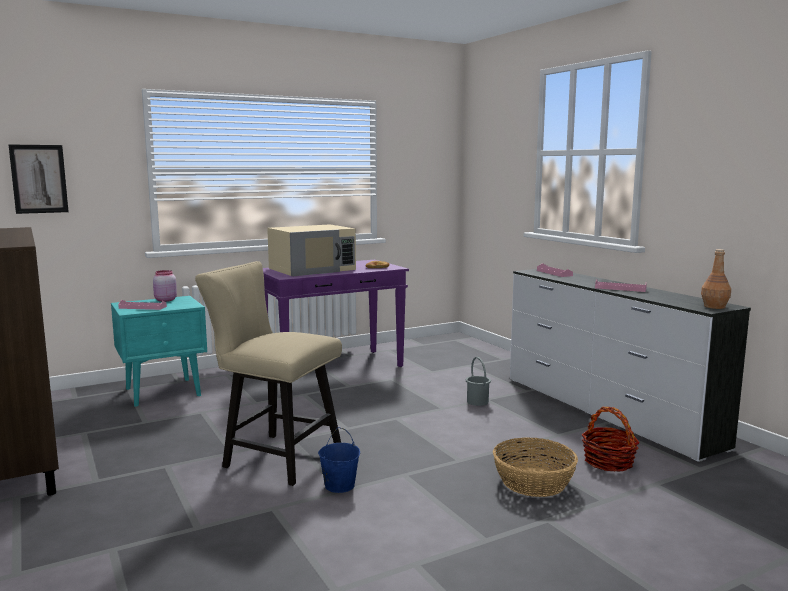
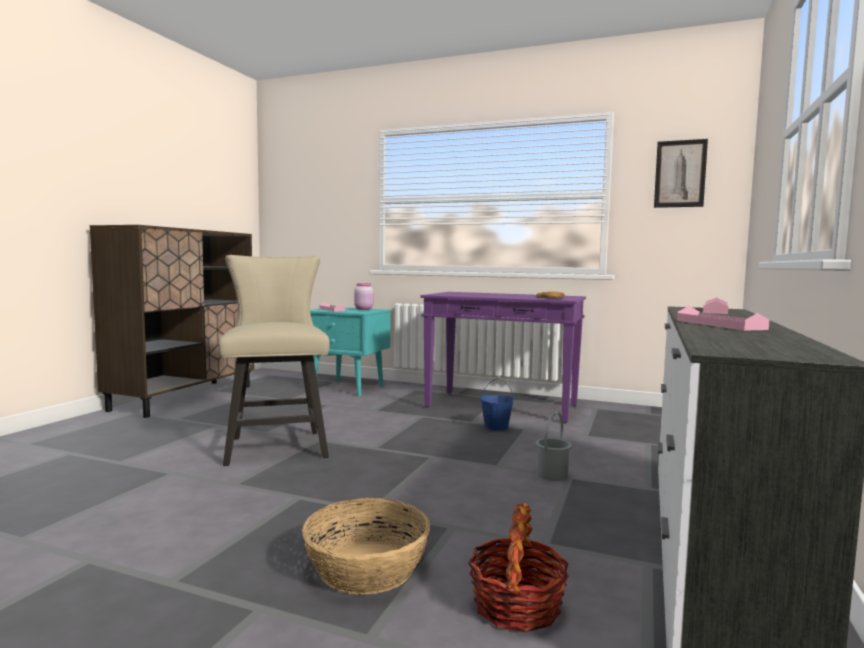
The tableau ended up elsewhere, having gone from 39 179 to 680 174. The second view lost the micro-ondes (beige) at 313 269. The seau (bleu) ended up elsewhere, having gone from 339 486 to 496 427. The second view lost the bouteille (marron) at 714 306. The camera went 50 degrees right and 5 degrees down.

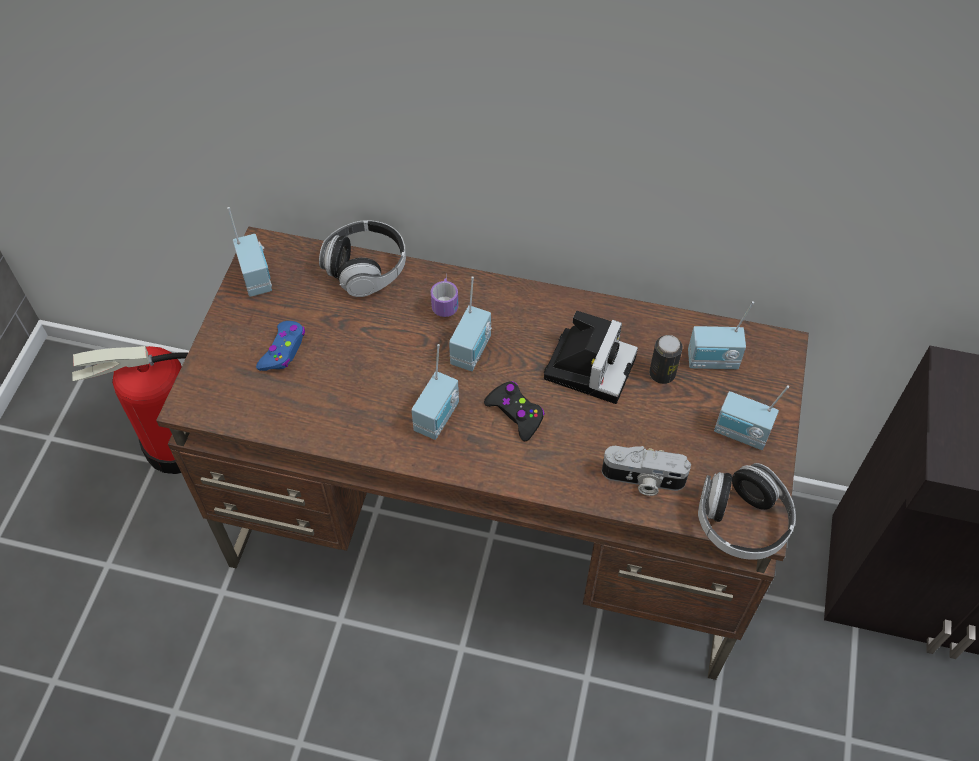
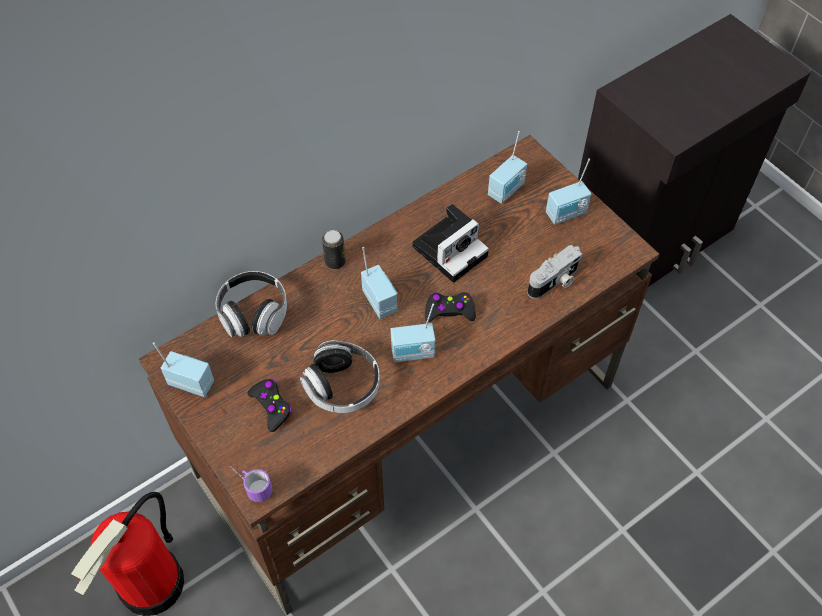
What was the manette (bleu) at 283 350 turned into the manette (noir) at 271 406. The radio at 438 418 ended up facing another way, 105 degrees clockwise from before. The mug ended up elsewhere, having gone from 446 299 to 250 484. The appareil photo at 590 365 ended up facing another way, 75 degrees clockwise from before. The boîte métallique ended up elsewhere, having gone from 662 374 to 335 261. The casque audio ended up elsewhere, having gone from 741 522 to 342 386. The camera went 50 degrees left and 0 degrees up.

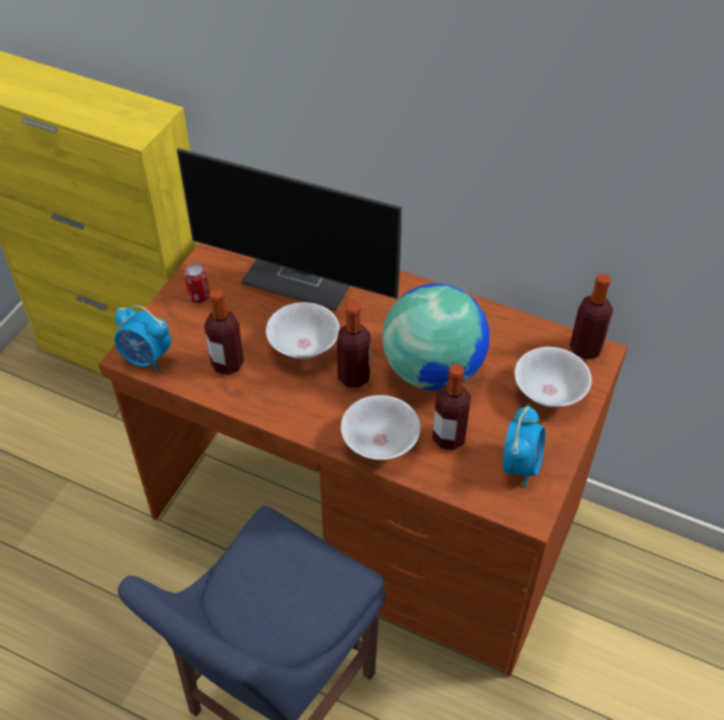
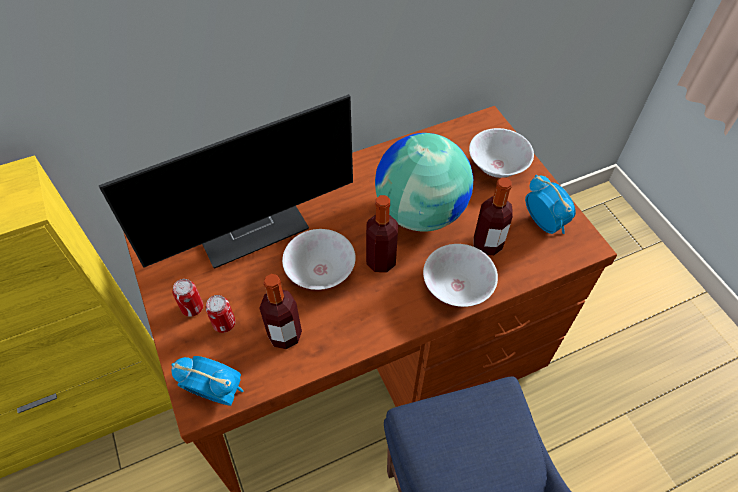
The réveil at 146 358 ended up facing another way, 135 degrees counterclockwise from before. The second view lost the bouteille at 585 348. The second view gained the boîte métallique at 224 323. The camera went 50 degrees left and 5 degrees up.

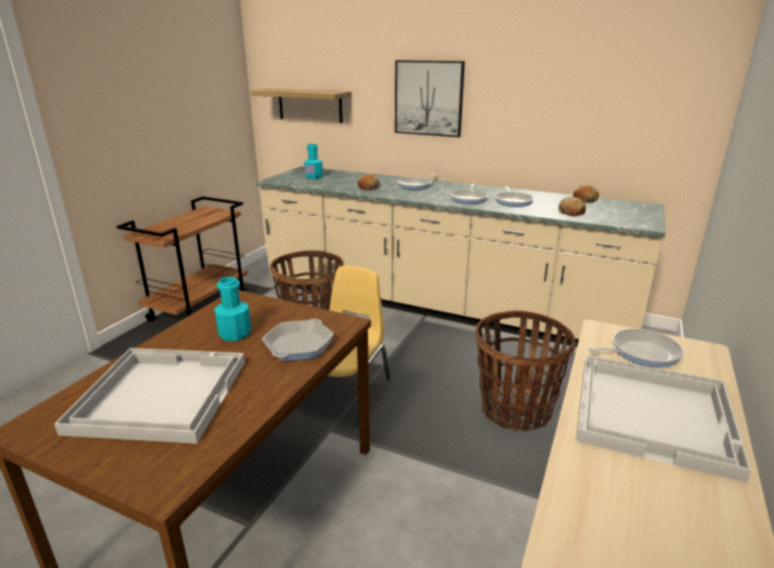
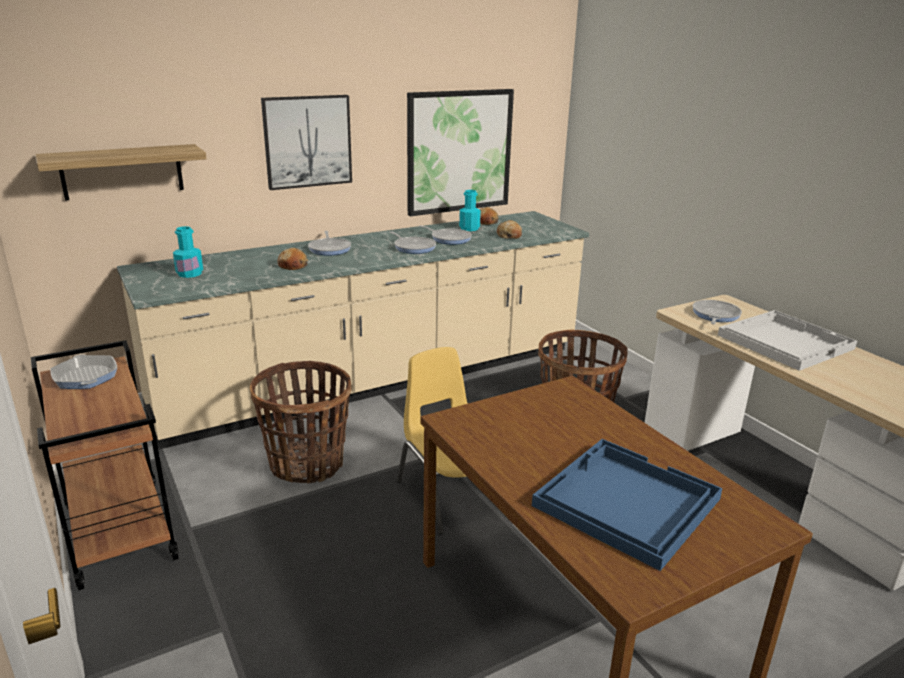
What was the plateau (blanc) at 160 394 turned into the plateau (bleu) at 624 502. The bouteille (turquoise) ended up elsewhere, having gone from 235 334 to 469 228. The poêle ended up elsewhere, having gone from 298 345 to 85 377. The second view gained the tableau at 459 151. The camera went 55 degrees left and 0 degrees up.

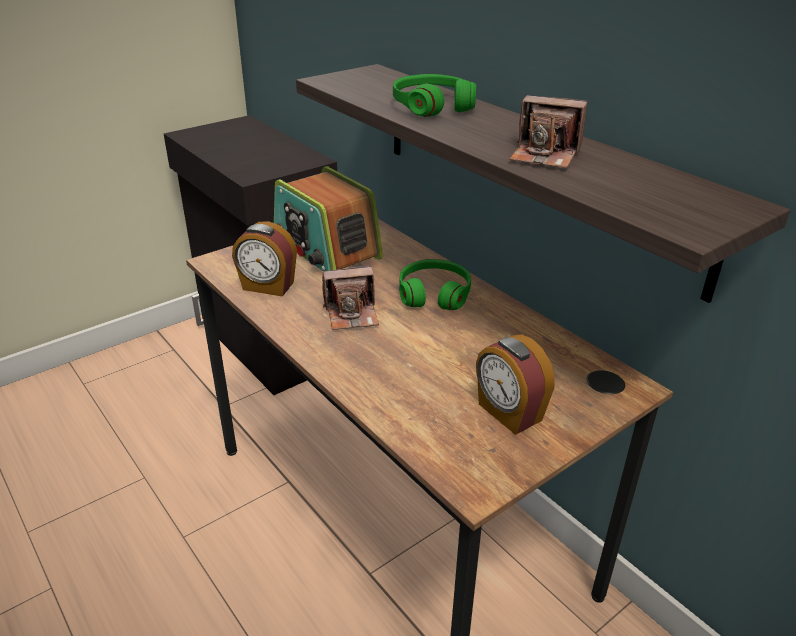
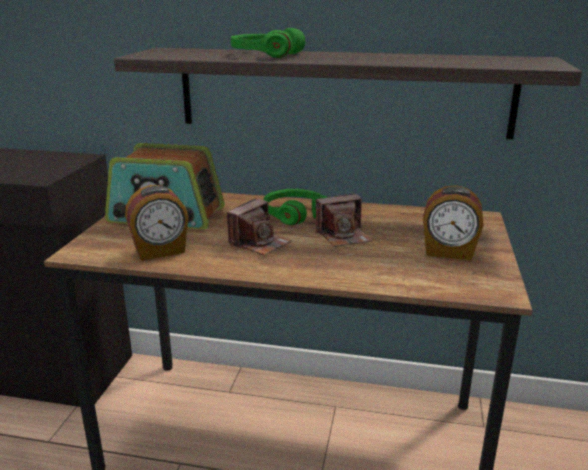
The appareil photo ended up elsewhere, having gone from 545 155 to 343 236. The camera went 40 degrees left and 10 degrees down.

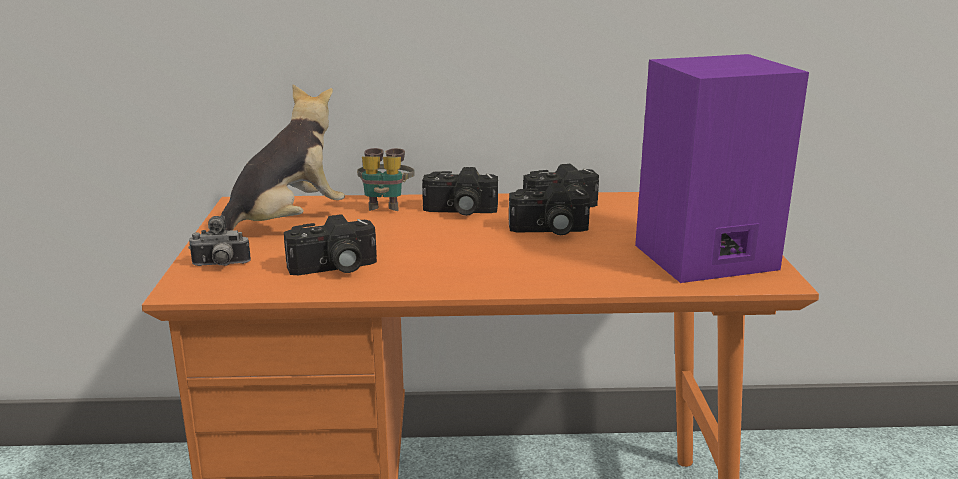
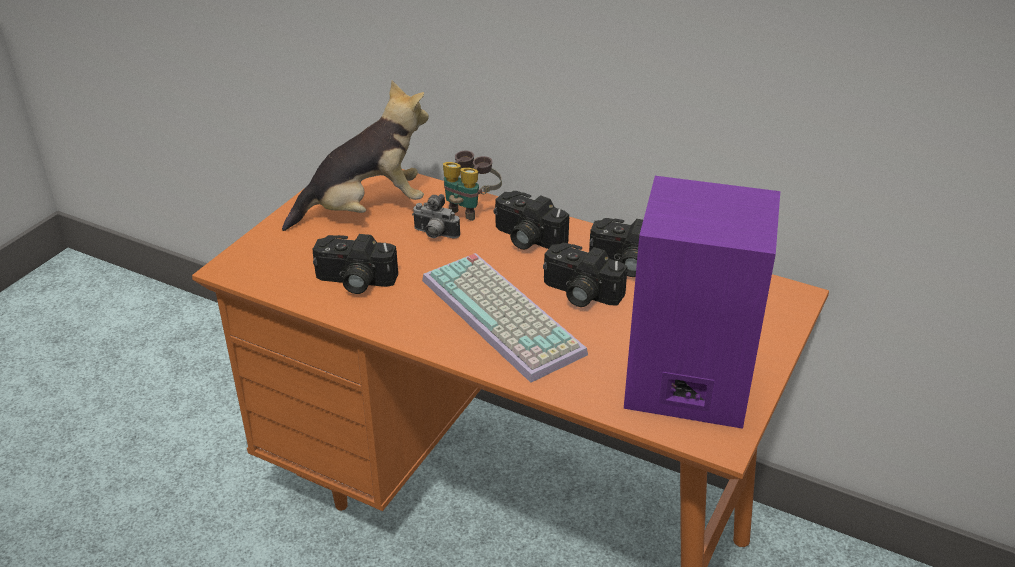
The appareil photo ended up elsewhere, having gone from 220 265 to 434 235. The second view gained the clavier at 505 316. The camera went 30 degrees right and 15 degrees up.

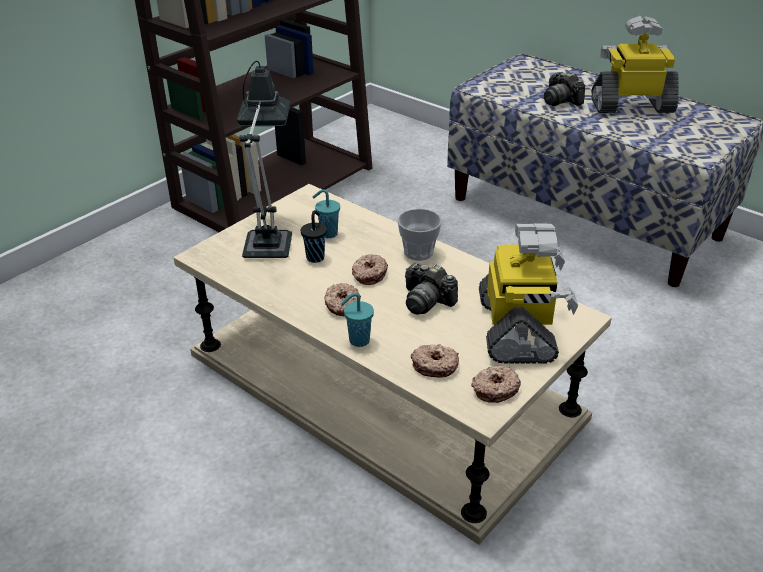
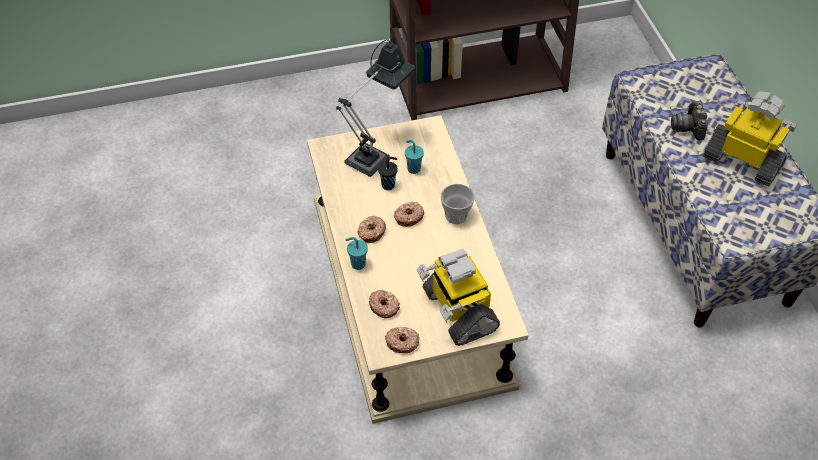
The second view lost the appareil photo at 426 301. The robot jouet at 518 330 ended up facing another way, 120 degrees clockwise from before. The camera went 35 degrees right and 15 degrees up.

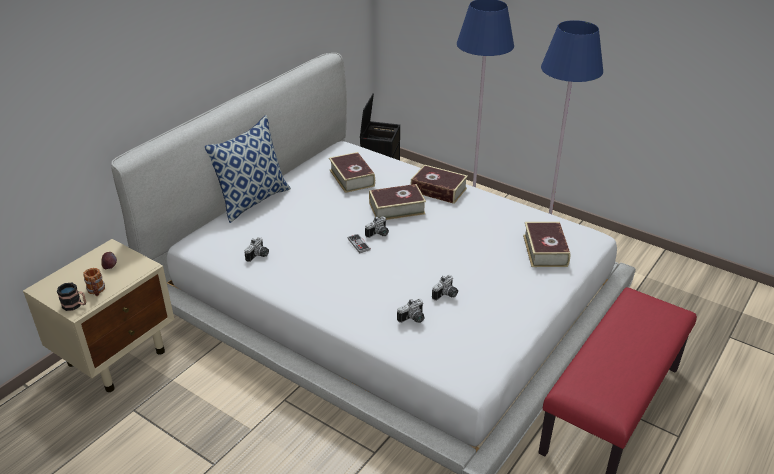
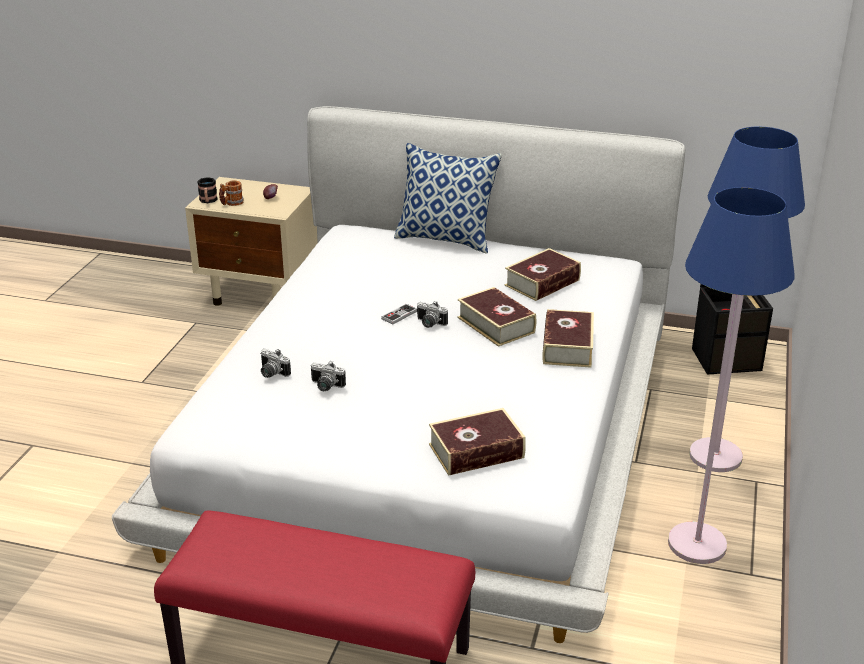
The second view lost the appareil photo at 259 256. The camera went 70 degrees right and 5 degrees down.

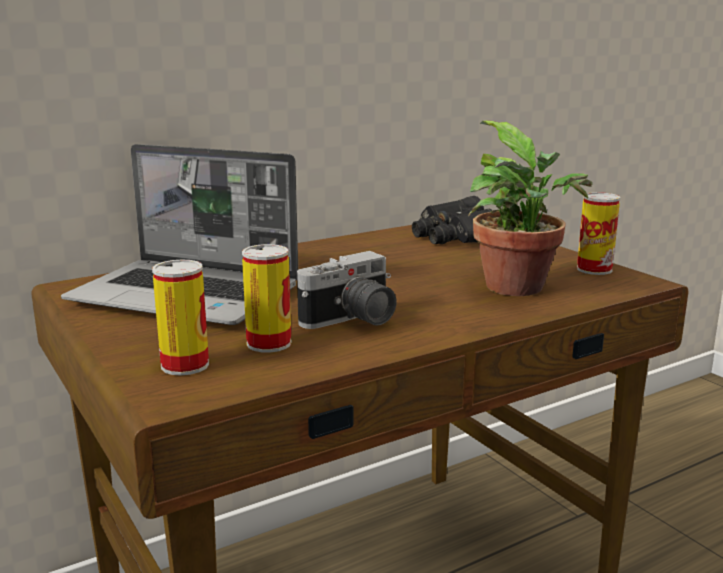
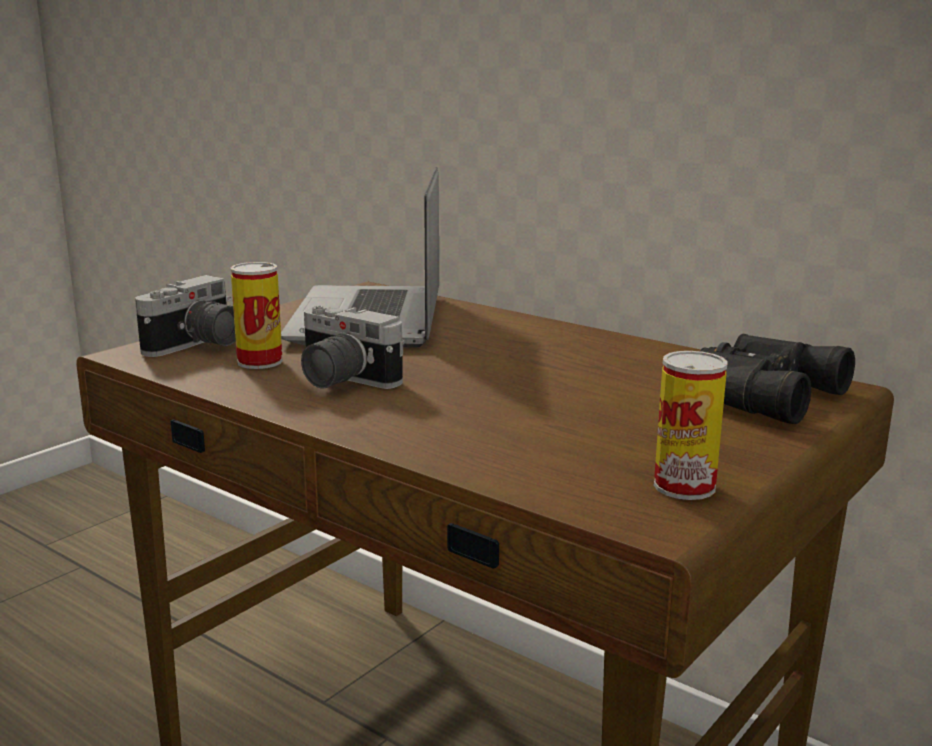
Where the boîte métallique stood at 185 365, the appareil photo came to stand at 198 346. The second view lost the plante en pot at 519 289. The camera went 70 degrees right and 0 degrees up.

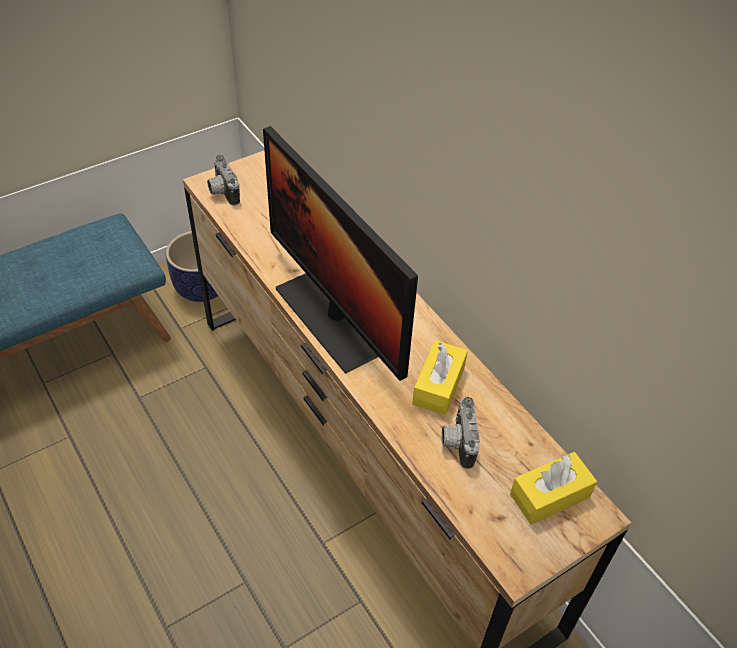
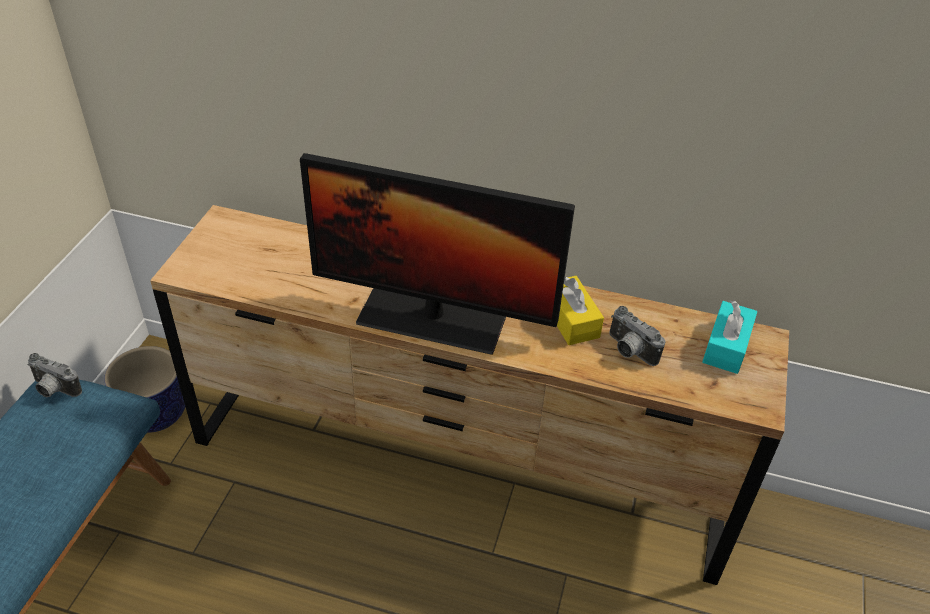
The appareil photo ended up elsewhere, having gone from 222 192 to 54 390. What was the boîte à mouchoirs (jaune) at 549 496 turned into the boîte à mouchoirs (turquoise) at 726 346. The camera went 40 degrees left and 5 degrees down.

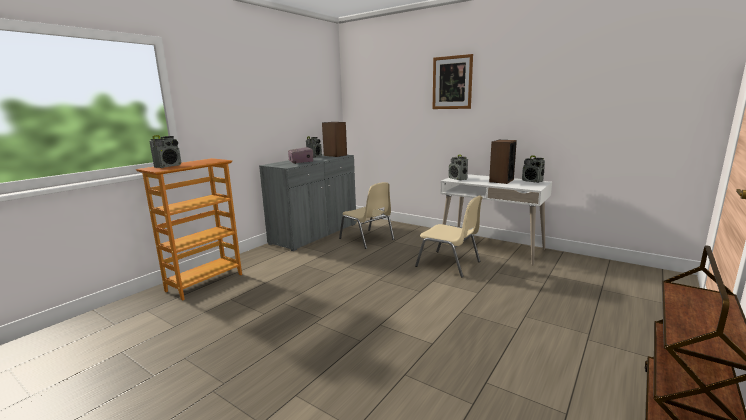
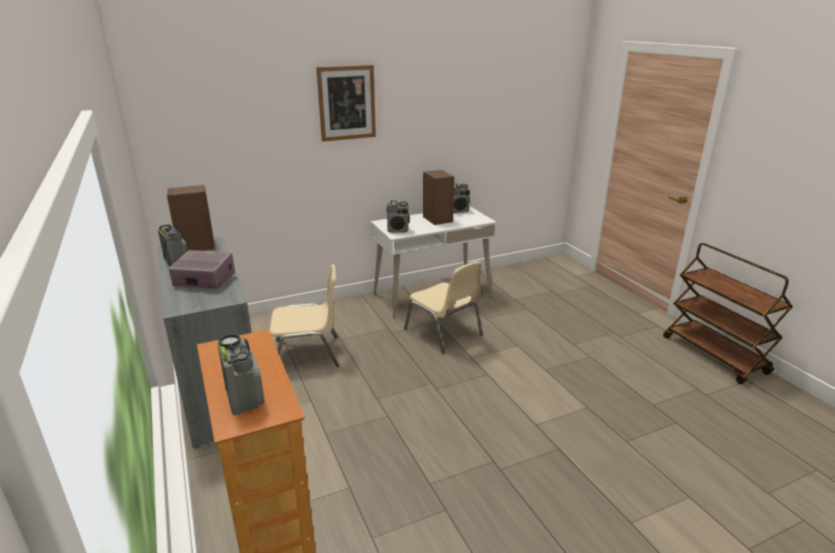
The chaise (beige) at 449 264 ended up facing another way, 75 degrees clockwise from before. The camera went 60 degrees left and 10 degrees up.

